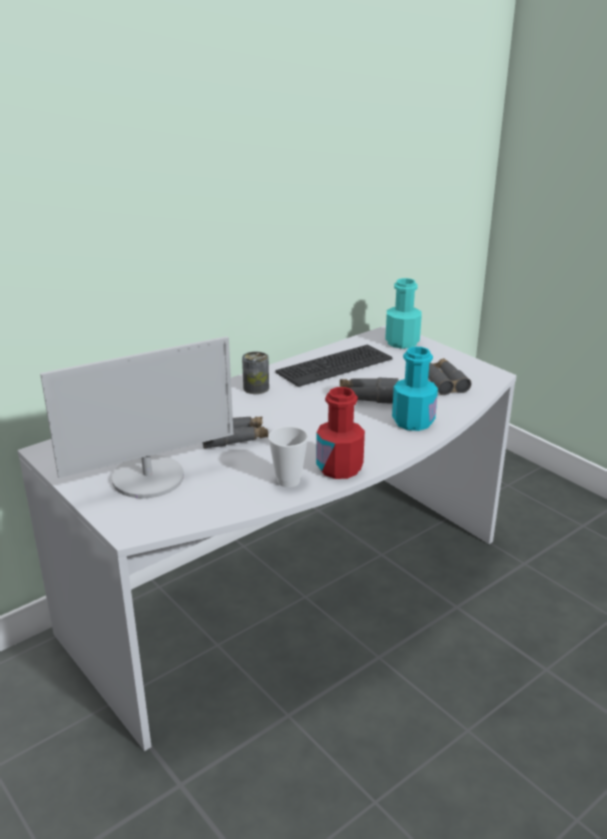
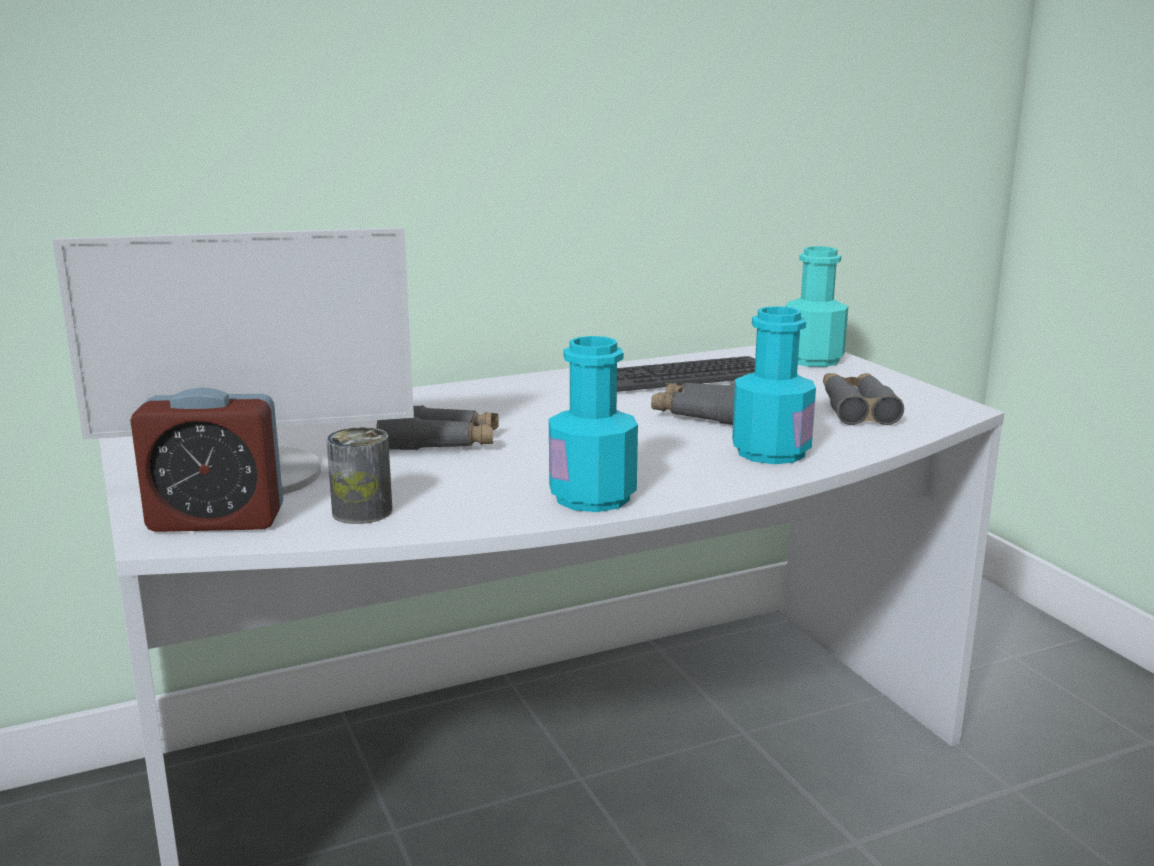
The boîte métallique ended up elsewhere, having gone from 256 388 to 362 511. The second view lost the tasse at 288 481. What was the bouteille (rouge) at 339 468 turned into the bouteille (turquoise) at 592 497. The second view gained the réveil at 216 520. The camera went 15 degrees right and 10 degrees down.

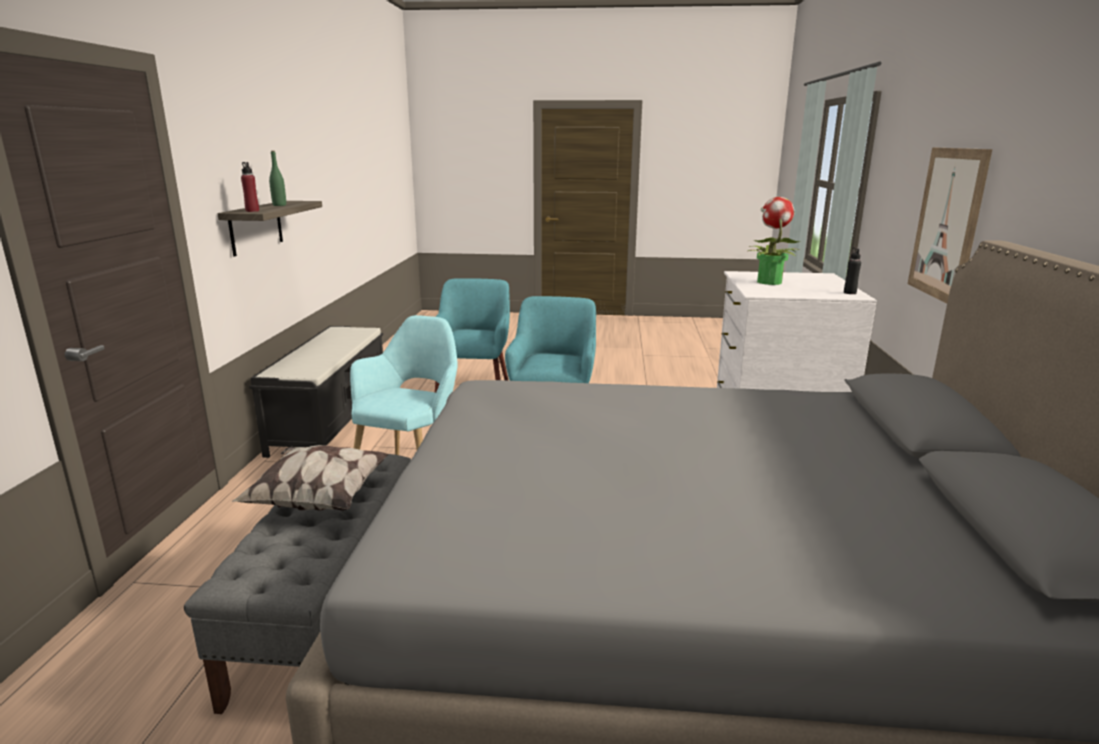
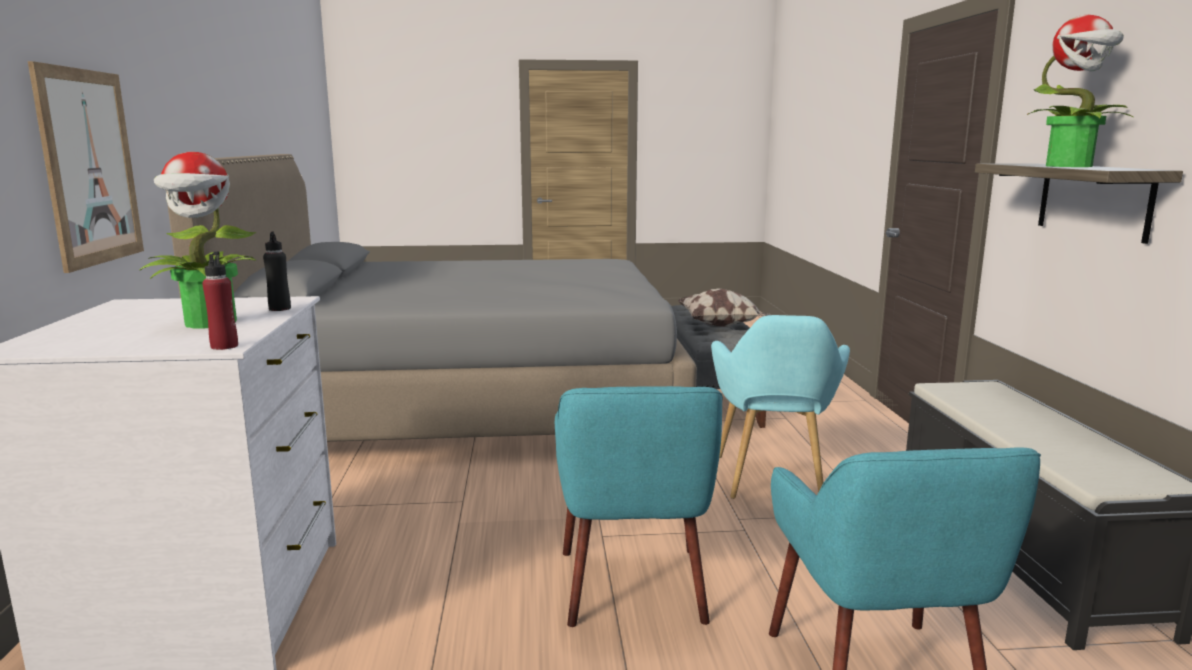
The bouteille (rouge) ended up elsewhere, having gone from 252 211 to 224 346. Where the bouteille (vert) stood at 279 205, the plante en pot came to stand at 1070 166. The bouteille (noir) ended up elsewhere, having gone from 849 293 to 279 308. The camera went 170 degrees right and 5 degrees down.

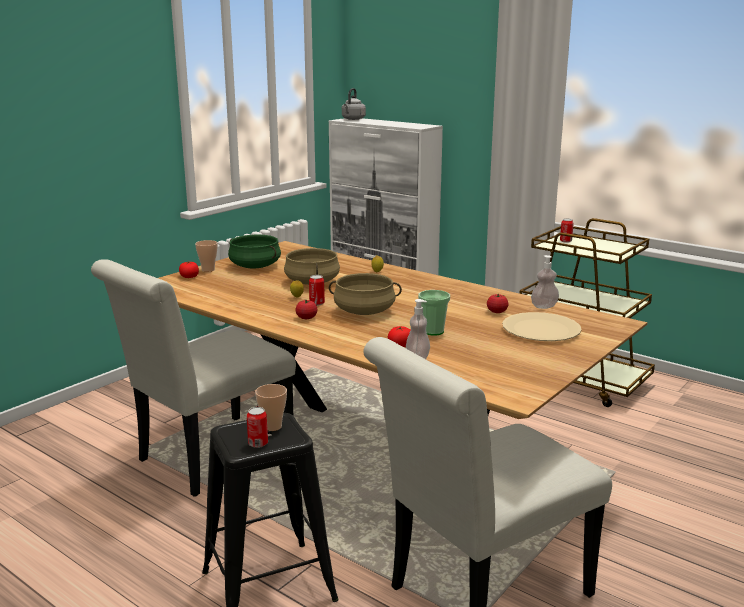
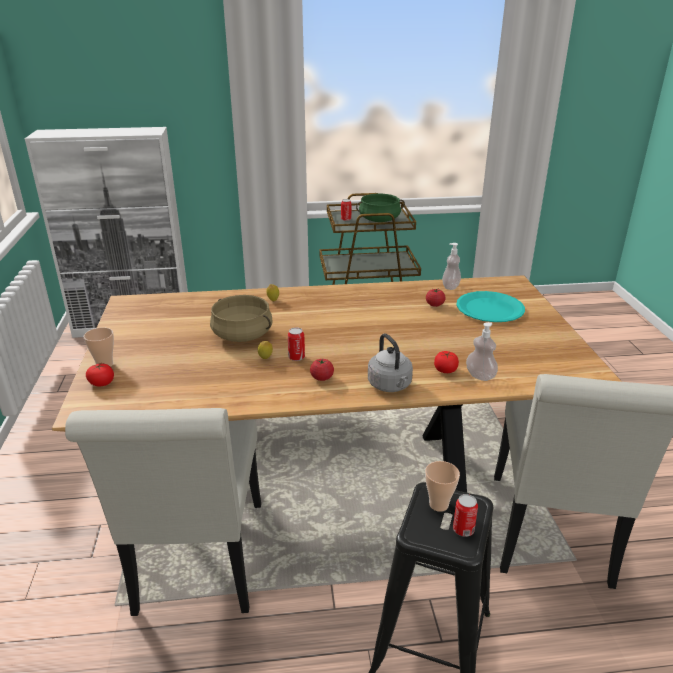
The marmite (vert) ended up elsewhere, having gone from 254 266 to 379 220. The second view lost the marmite (beige) at 364 311. The bouilloire (gris) ended up elsewhere, having gone from 353 119 to 390 386. The second view lost the tasse at 433 331. What was the assiette (beige) at 541 329 turned into the assiette (turquoise) at 489 309. The camera went 45 degrees left and 10 degrees up.

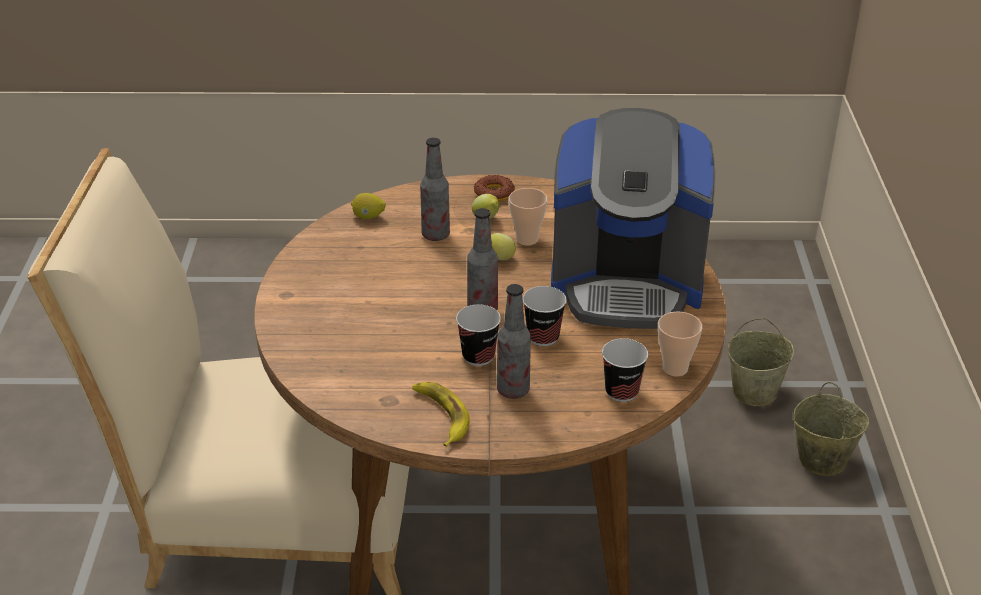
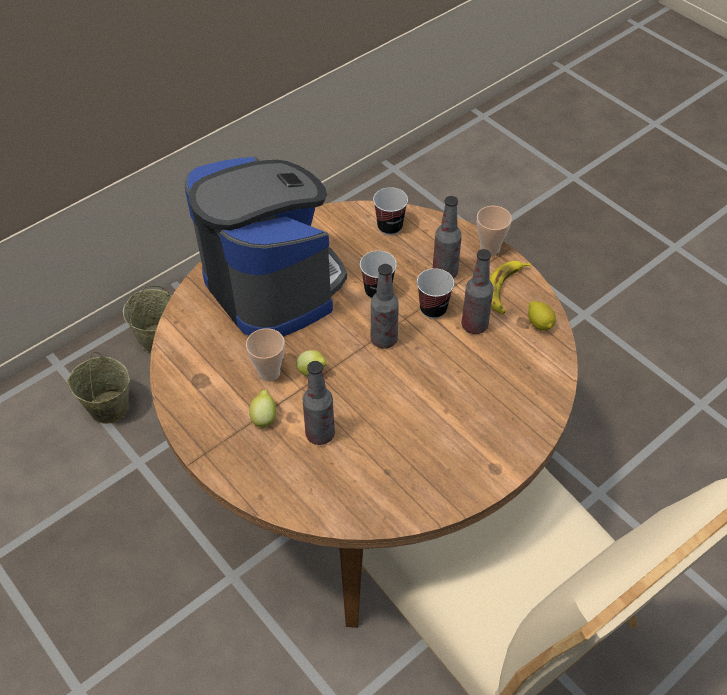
The citron ended up elsewhere, having gone from 368 217 to 539 323. The second view lost the beignet at 494 193. The tasse ended up elsewhere, having gone from 675 368 to 489 249. The second view gained the bouteille at 474 325. The camera went 130 degrees left and 15 degrees up.

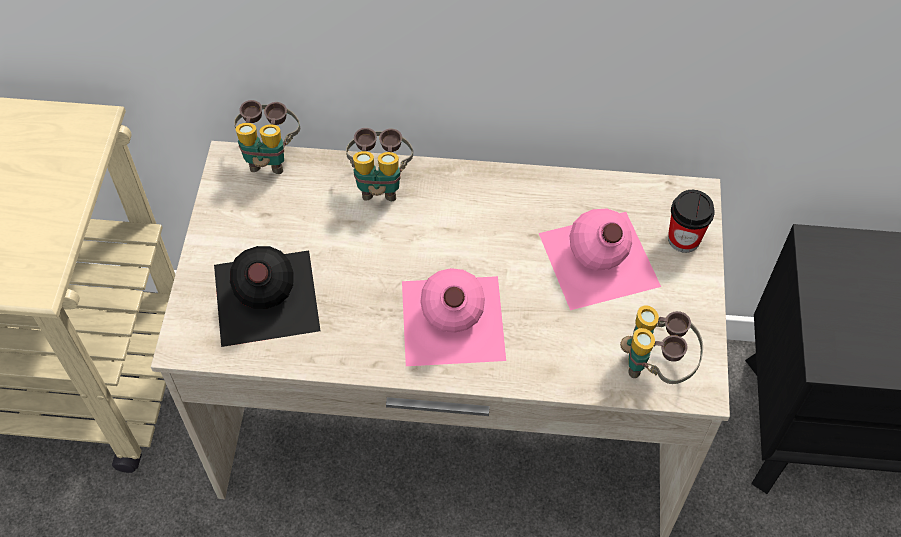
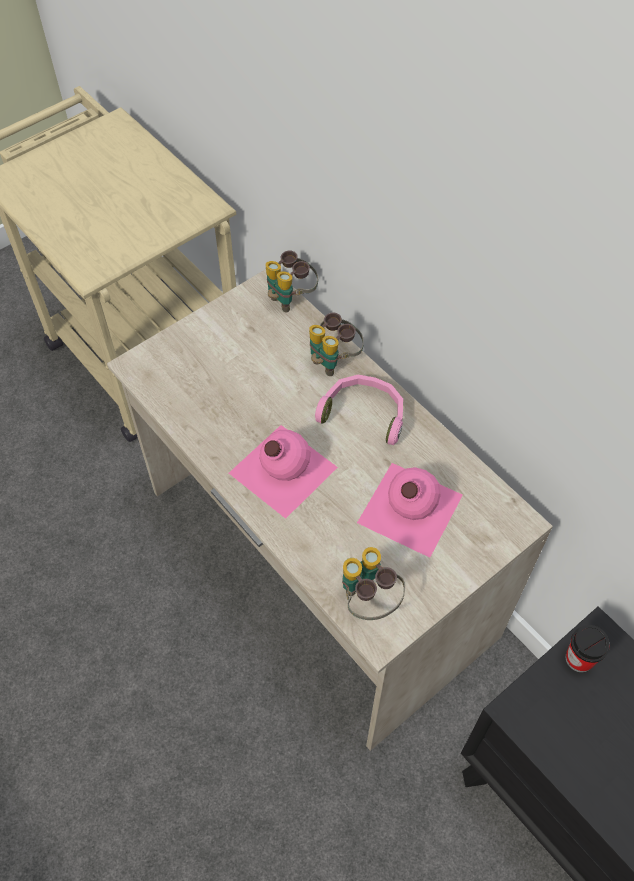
The second view lost the bouteille (noir) at 264 299. The tasse ended up elsewhere, having gone from 684 239 to 579 659. The second view gained the casque audio (rose) at 364 413. The camera went 45 degrees right and 0 degrees up.

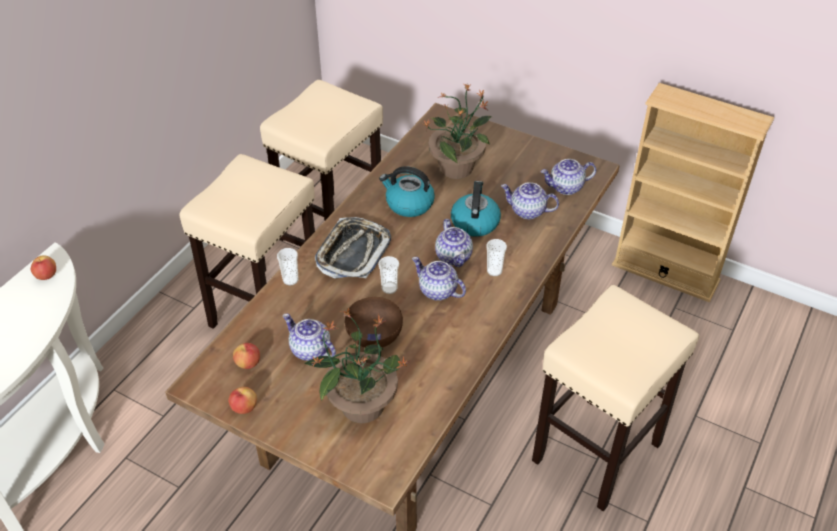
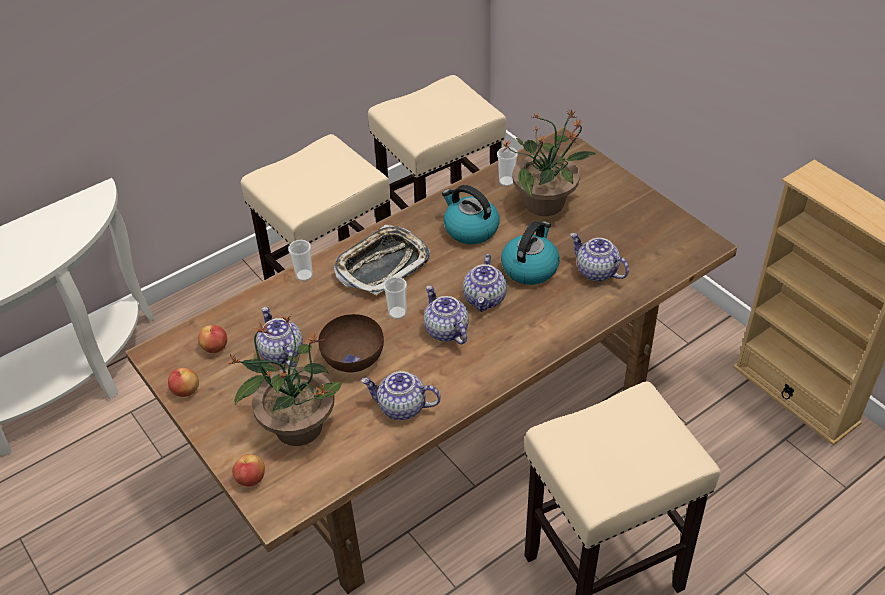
The pomme ended up elsewhere, having gone from 46 276 to 251 479. The tasse ended up elsewhere, having gone from 494 271 to 506 181. The théière ended up elsewhere, having gone from 566 187 to 401 407. The camera went 25 degrees right and 0 degrees up.

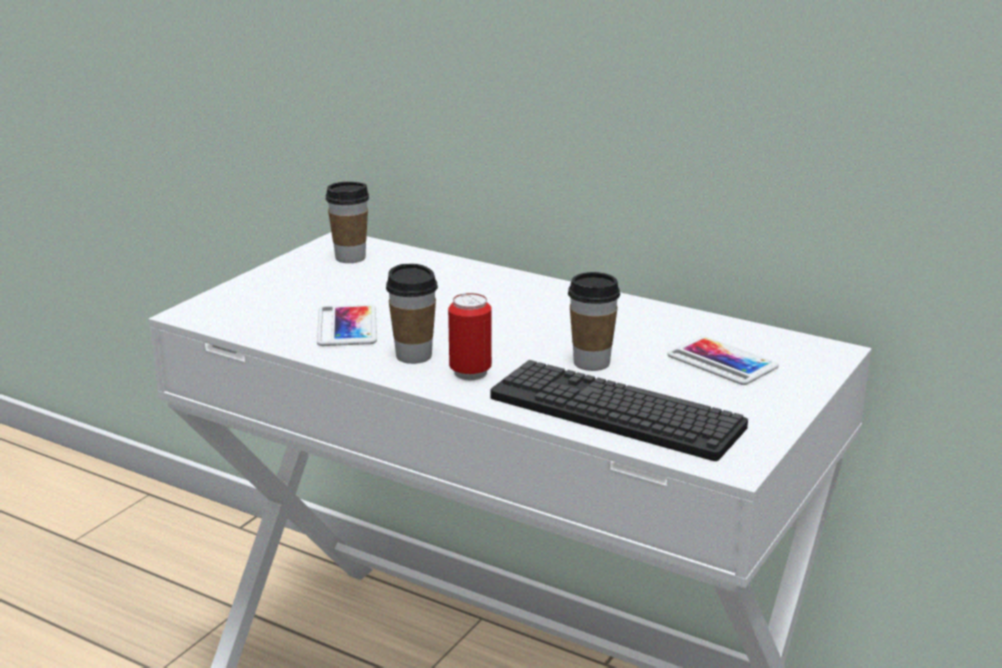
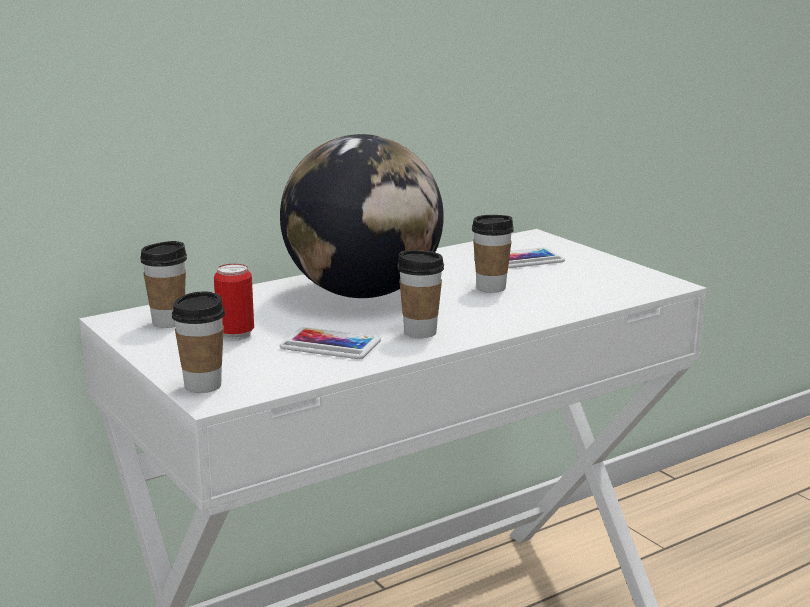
The boîte métallique ended up elsewhere, having gone from 470 373 to 235 335. The second view lost the clavier at 615 412. The second view gained the tasse at 203 386. The second view gained the globe at 363 293. The camera went 65 degrees left and 5 degrees down.

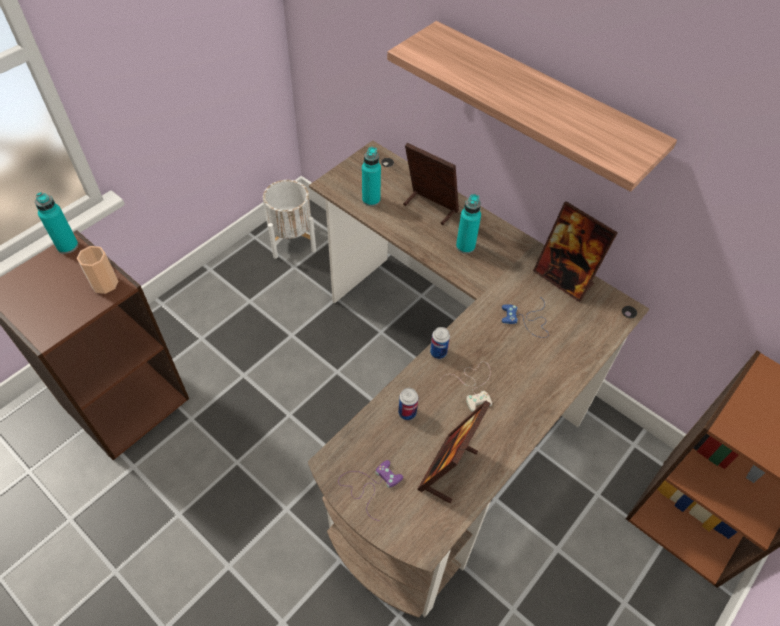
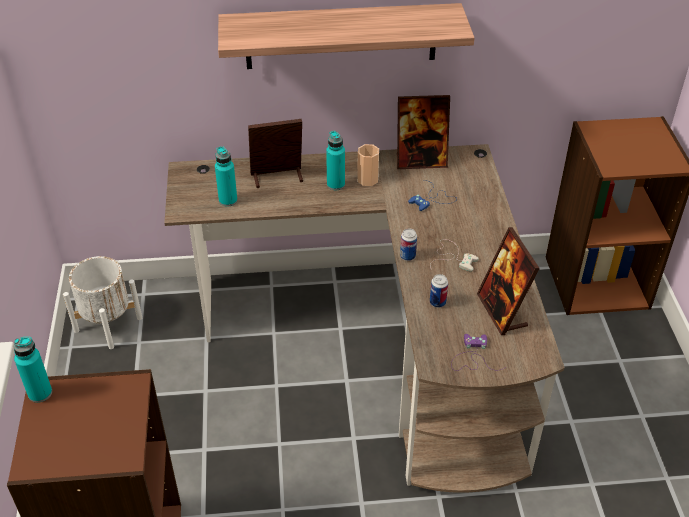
The tasse ended up elsewhere, having gone from 105 284 to 367 179. The camera went 45 degrees left and 10 degrees down.

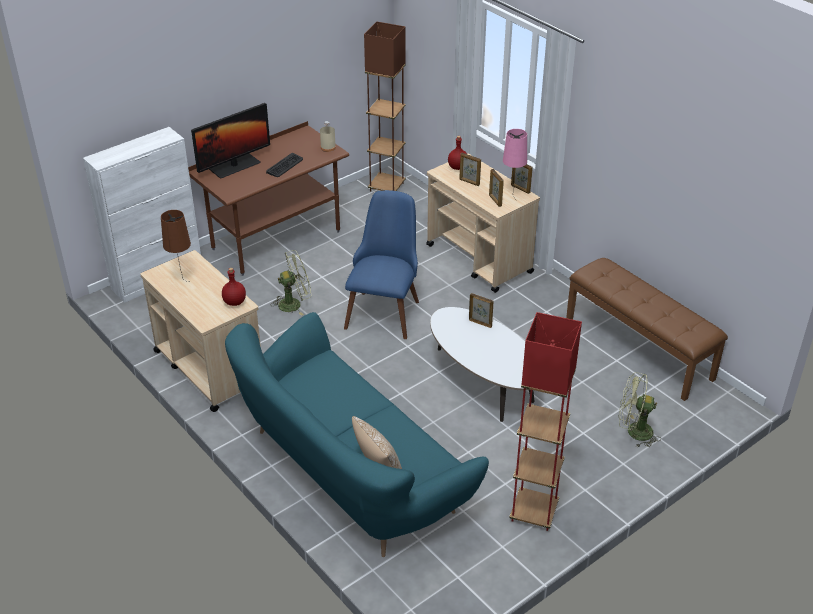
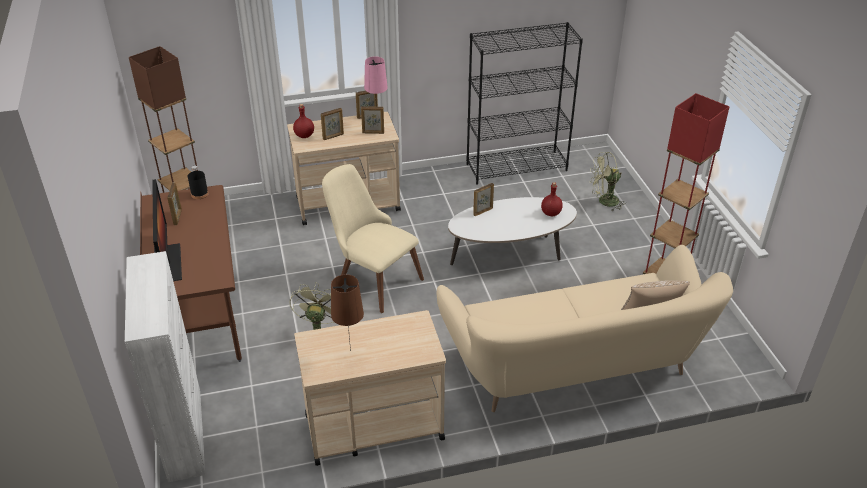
The bouteille (rouge) ended up elsewhere, having gone from 235 302 to 551 213. What was the canapé (turquoise) at 348 473 turned into the canapé (beige) at 576 366. The second view lost the clavier at 285 166. What was the bouteille (beige) at 328 147 turned into the bouteille (noir) at 199 194. What was the chaise (bleu) at 385 308 turned into the chaise (beige) at 372 278. Where the banc (marron) stood at 639 348, the bibliothèque (noir) came to stand at 517 167. The ventilateur (vert) at 634 432 ended up facing another way, 45 degrees clockwise from before. The second view gained the cadre photo at 178 217. The camera went 65 degrees left and 0 degrees up.

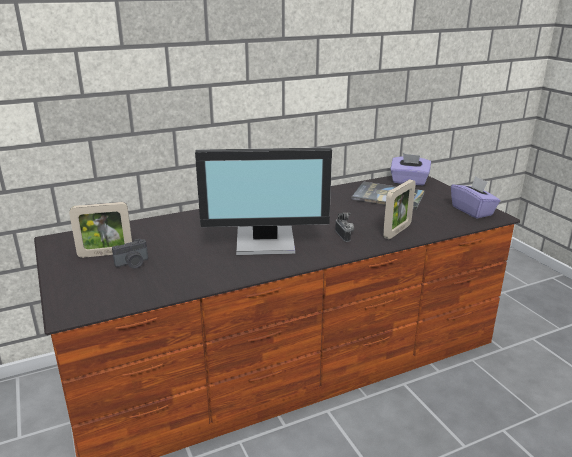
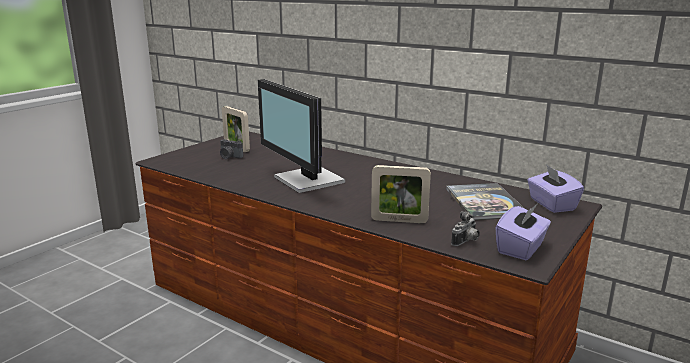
The appareil photo ended up elsewhere, having gone from 345 236 to 466 242. The camera went 60 degrees right and 5 degrees down.

